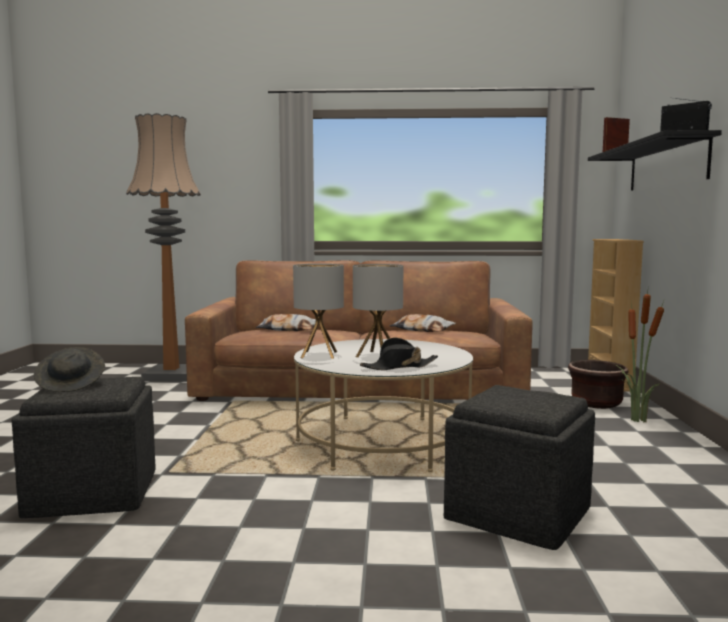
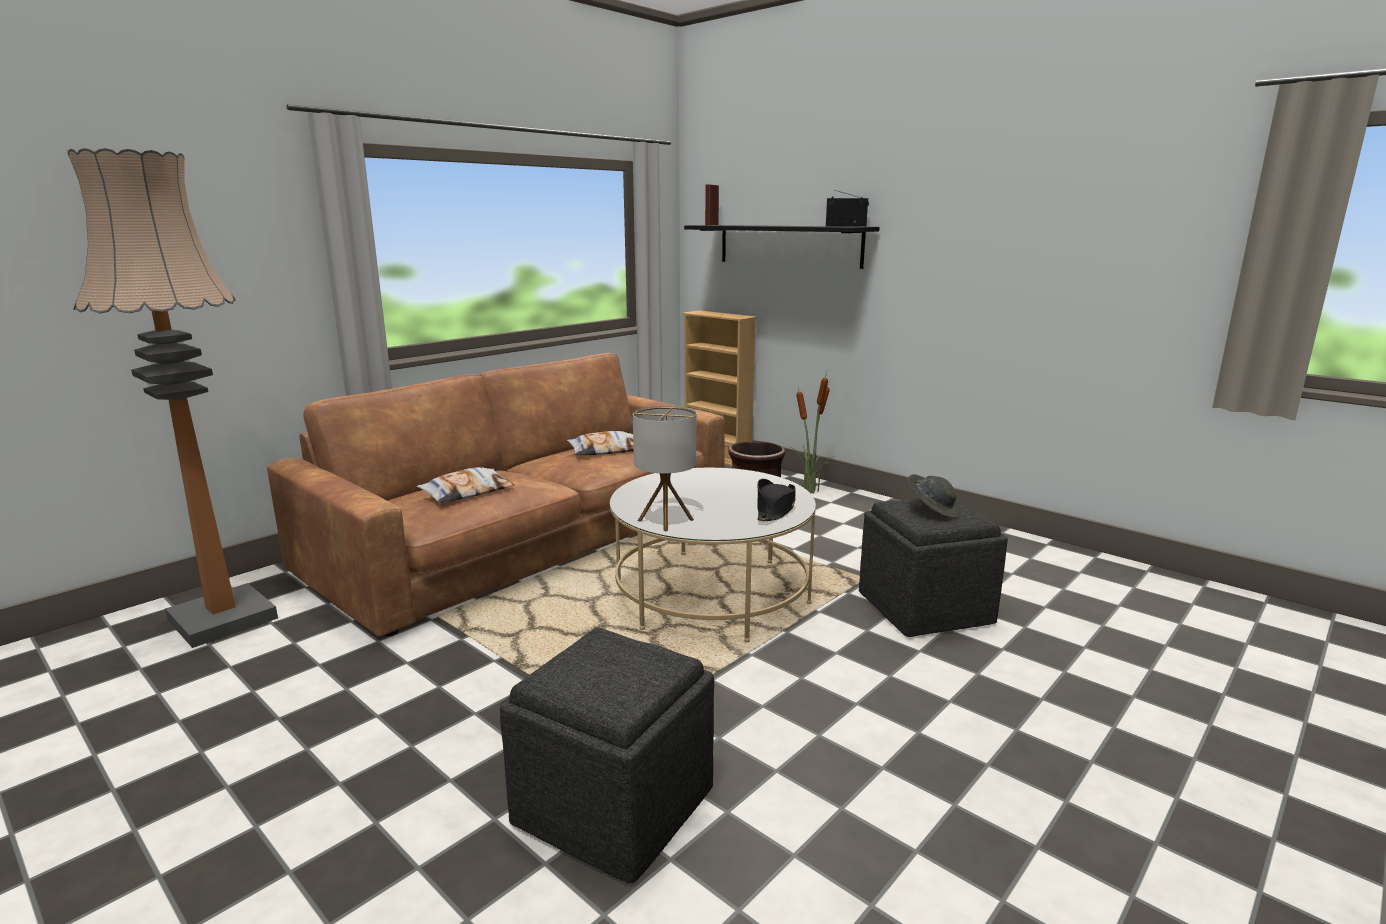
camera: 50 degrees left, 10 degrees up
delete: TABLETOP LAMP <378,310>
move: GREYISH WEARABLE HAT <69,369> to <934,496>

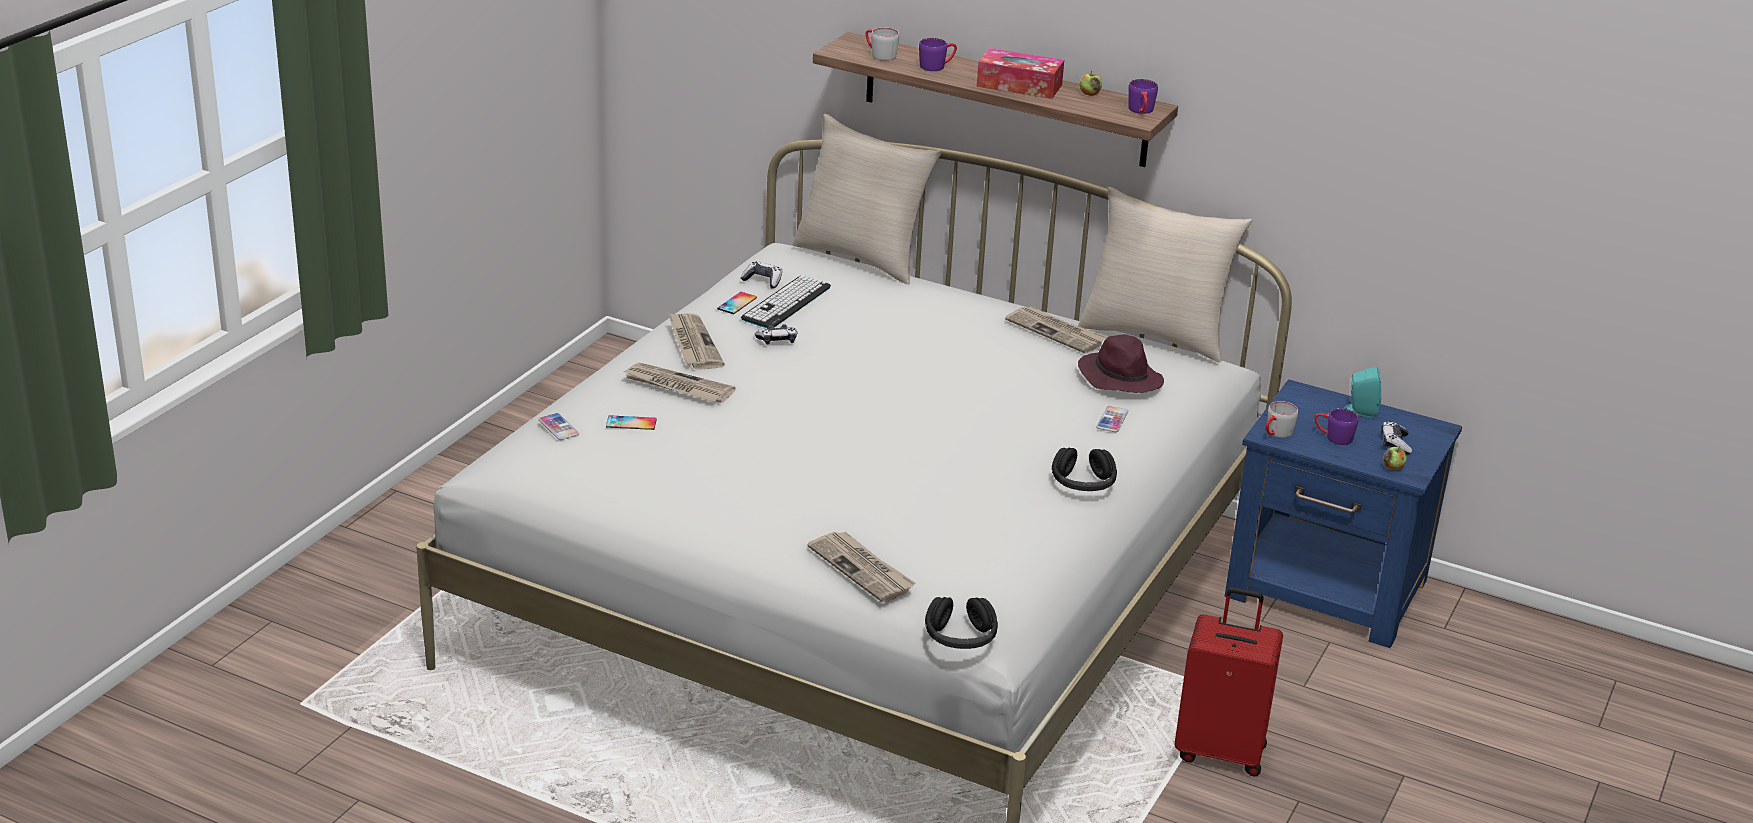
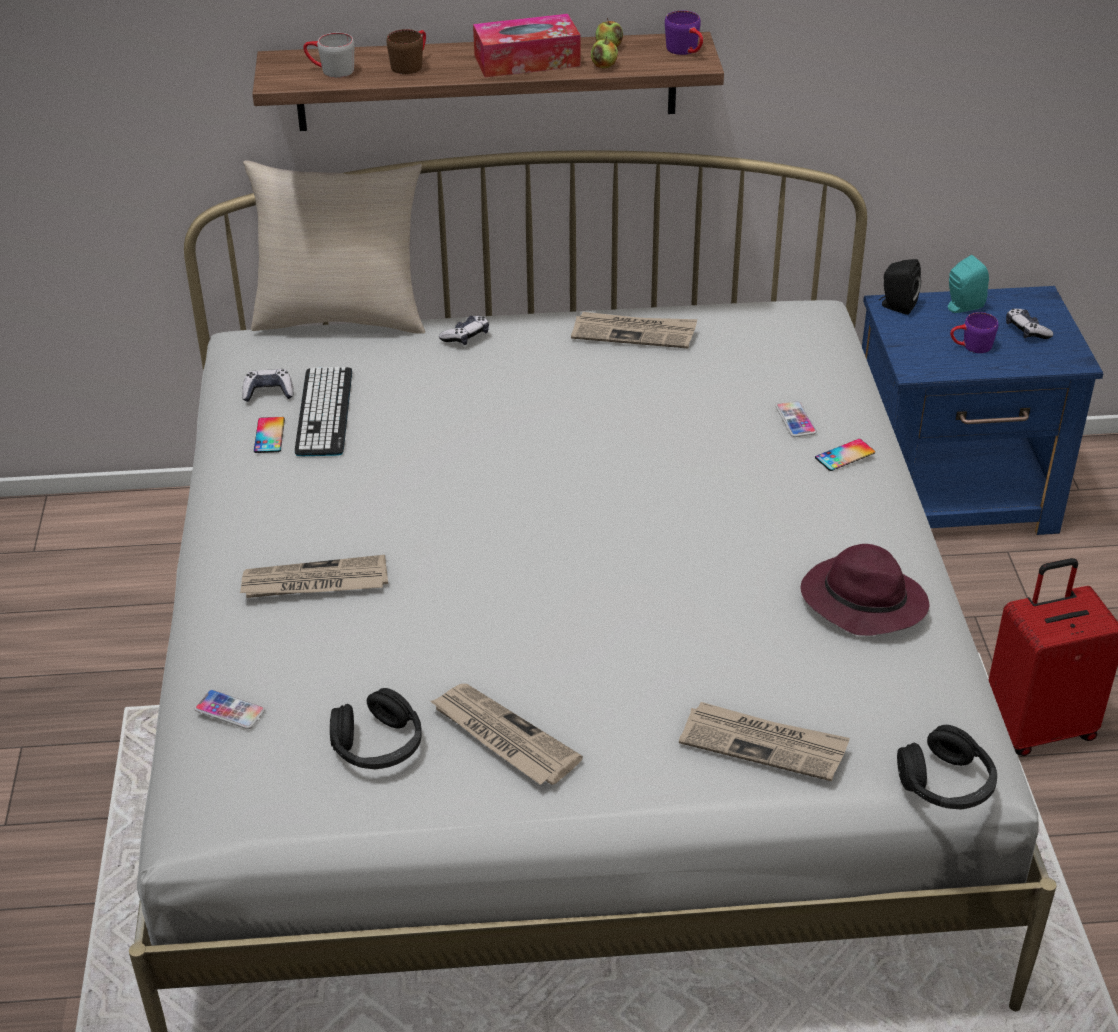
camera: 30 degrees left, 10 degrees up
delete: BEIGE PILLOW <1165,275>; GREYISH MUG <1282,419>
insert: BLACK SPEAKER <900,287>
move: TELEPHONE <631,422> to <845,455>; NEWSPAPER <696,341> to <506,734>; GAME CONTROLLER <776,334> to <464,330>; BLACK HEADPHONES <1084,469> to <376,728>; PURPLE-COLOURED WEARABLE HAT <1121,363> to <864,590>; APPLE <1395,458> to <604,53>
recolor: PURPLE-COLOURED MUG <938,54> to BROWN MUG <406,51>

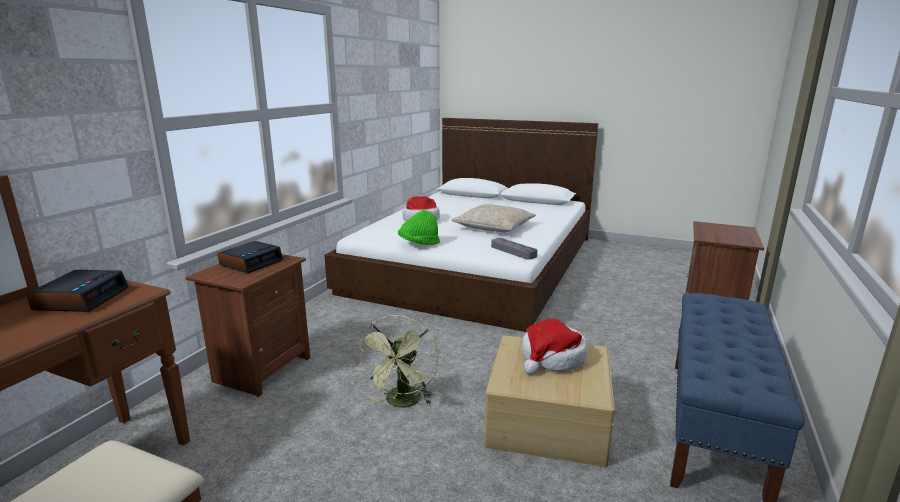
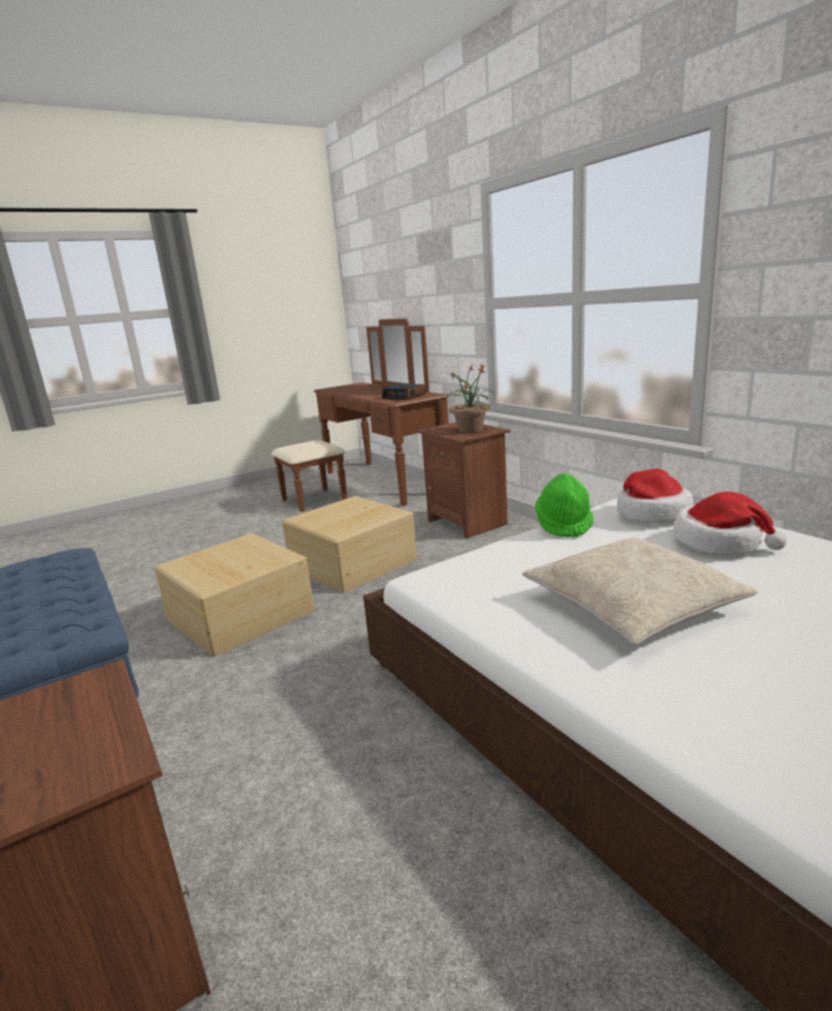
camera: 125 degrees right, 0 degrees up
delete: GREYISH TRAY <514,249>
move: WEARABLE HAT <555,347> to <655,496>
replace: TABLE CLOCK <250,257> to HOUSEPLANT <470,398>; GREENISH COOLING FAN <397,361> to BEIGE STORAGE BIN <349,544>

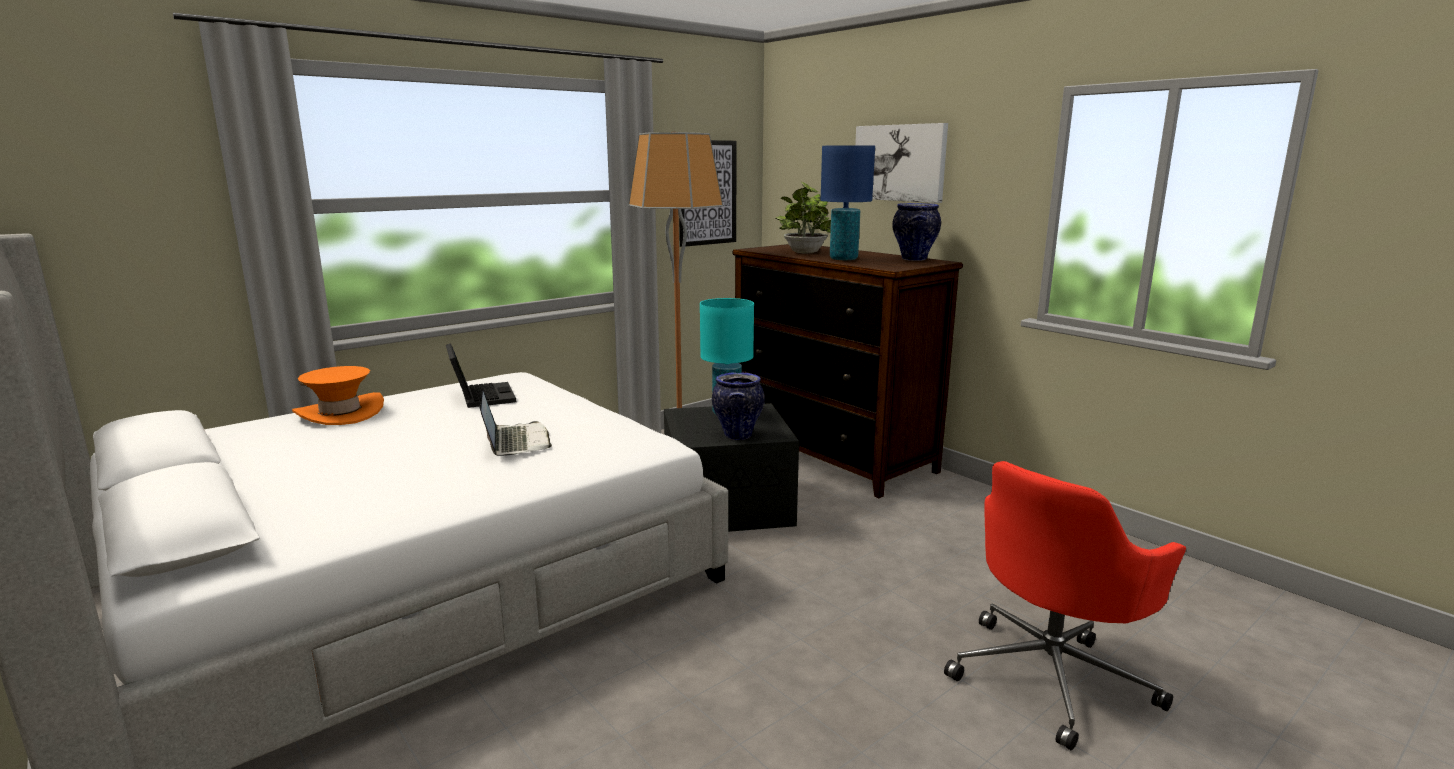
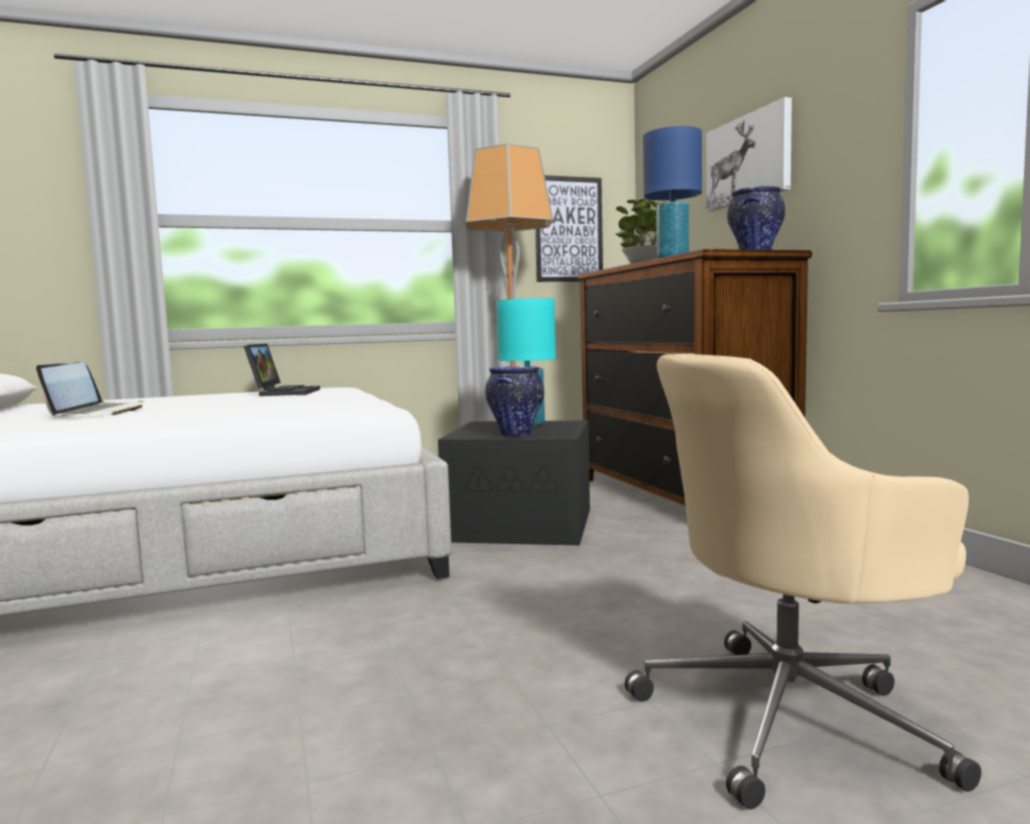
camera: 20 degrees right, 10 degrees down
delete: ORANGEY WEARABLE HAT <338,395>
move: LAPTOP <515,424> to <90,389>
recolor: REDDISH COMPUTER CHAIR <1065,605> to BEIGE COMPUTER CHAIR <803,581>

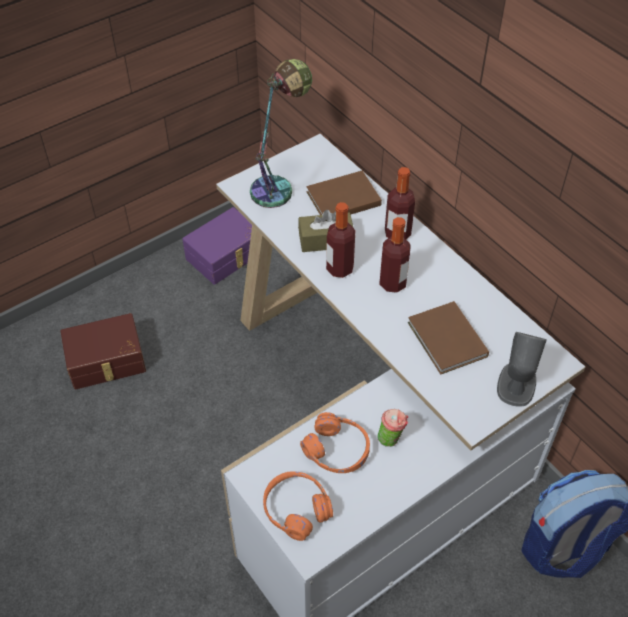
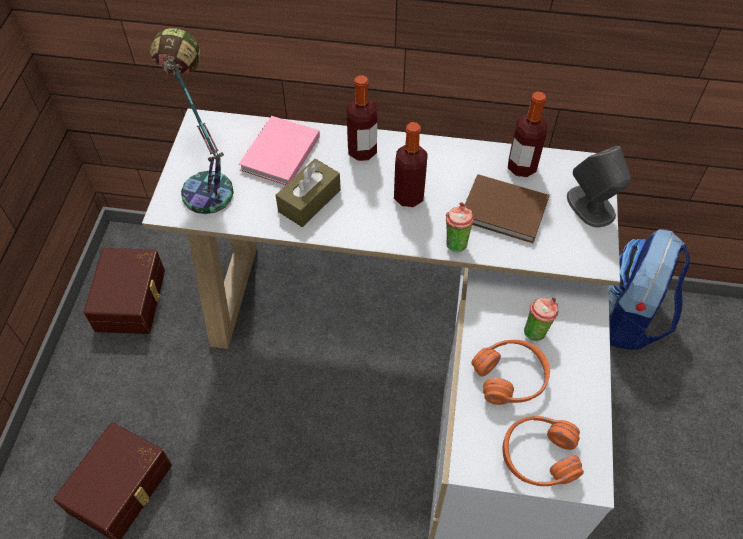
camera: 45 degrees left, 5 degrees up
insert: CUP <460,227>
move: DRINK BOTTLE <340,240> to <527,134>
recolor: PURPLE-COLOURED STORAGE BIN <217,246> to BROWN STORAGE BIN <124,291>; BROWN BOUND BOOK <344,193> to PINK-COLOURED BOUND BOOK <279,150>

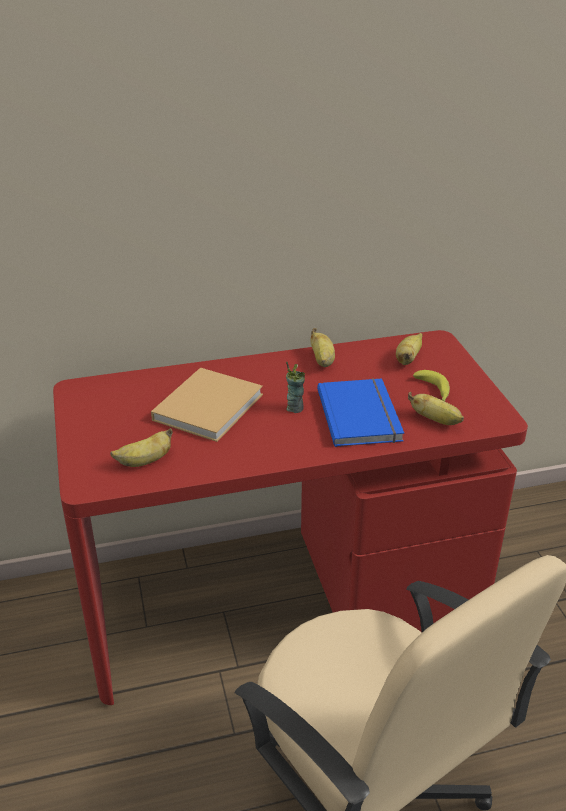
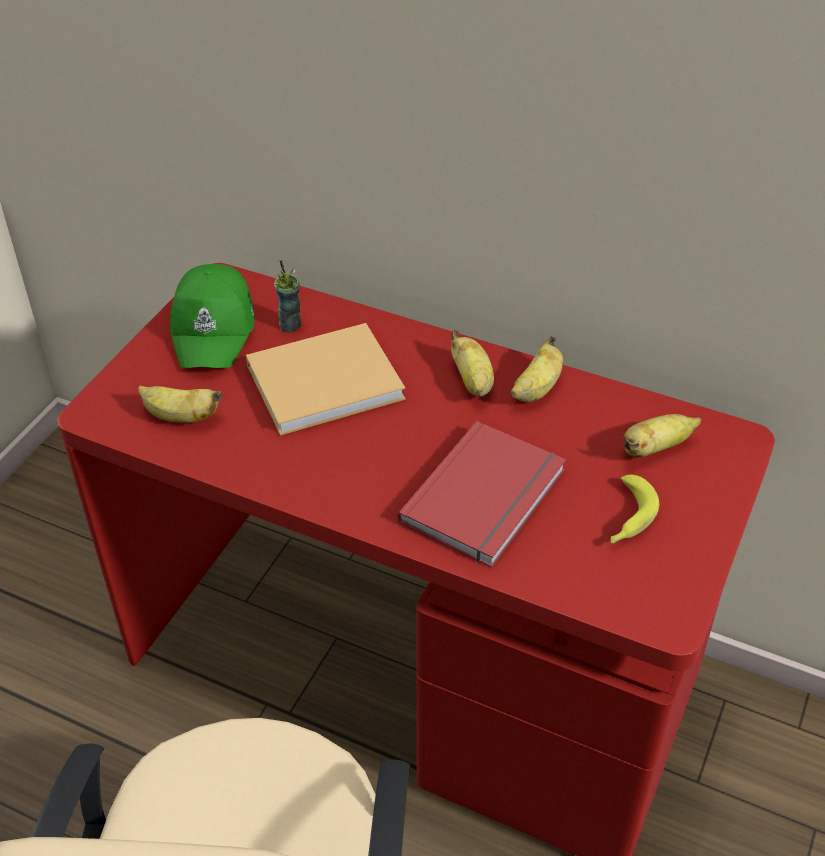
camera: 40 degrees right, 10 degrees up
insert: GREENISH PEAKED CAP <212,316>
move: CUP <295,387> to <288,296>; BANANA <436,408> to <472,363>
recolor: BLUE BOUND BOOK <360,412> to REDDISH BOUND BOOK <482,494>

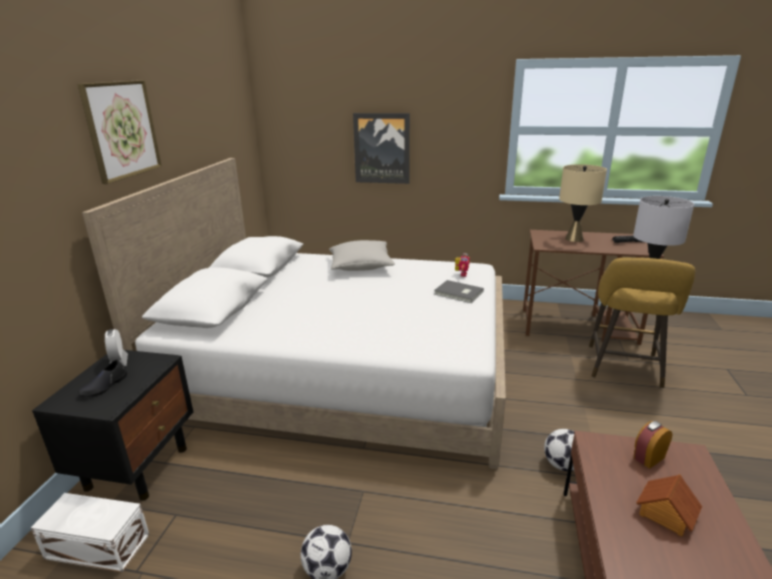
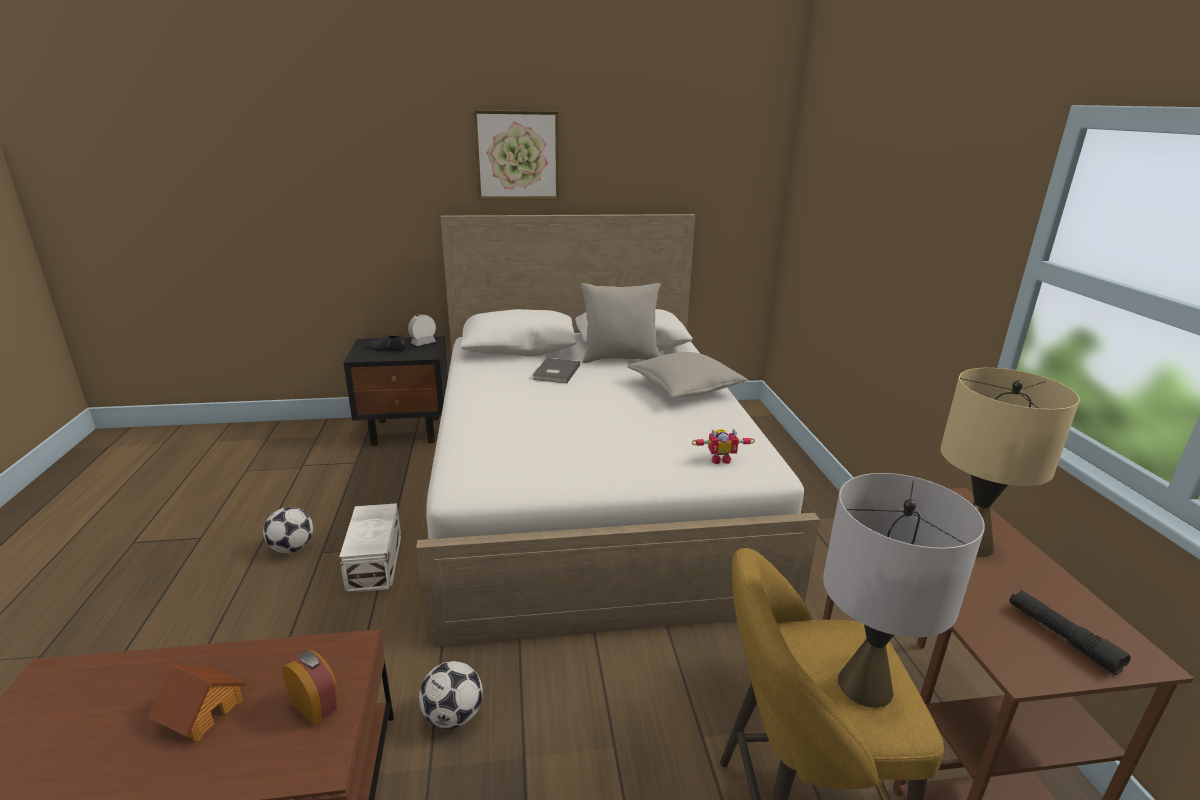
camera: 70 degrees right, 0 degrees up
delete: PICTURE <381,148>
insert: GREYISH PILLOW <621,323>
move: WHITE STORAGE BIN <90,533> to <370,548>; GREYISH BOUND BOOK <459,291> to <556,370>

